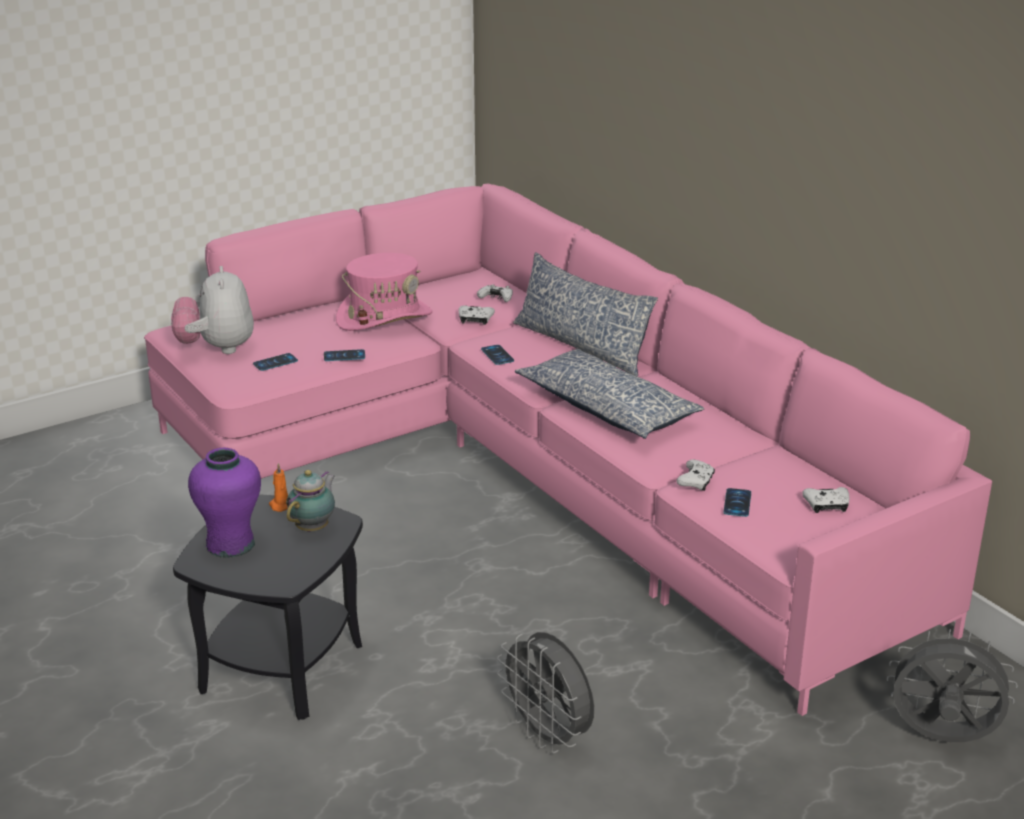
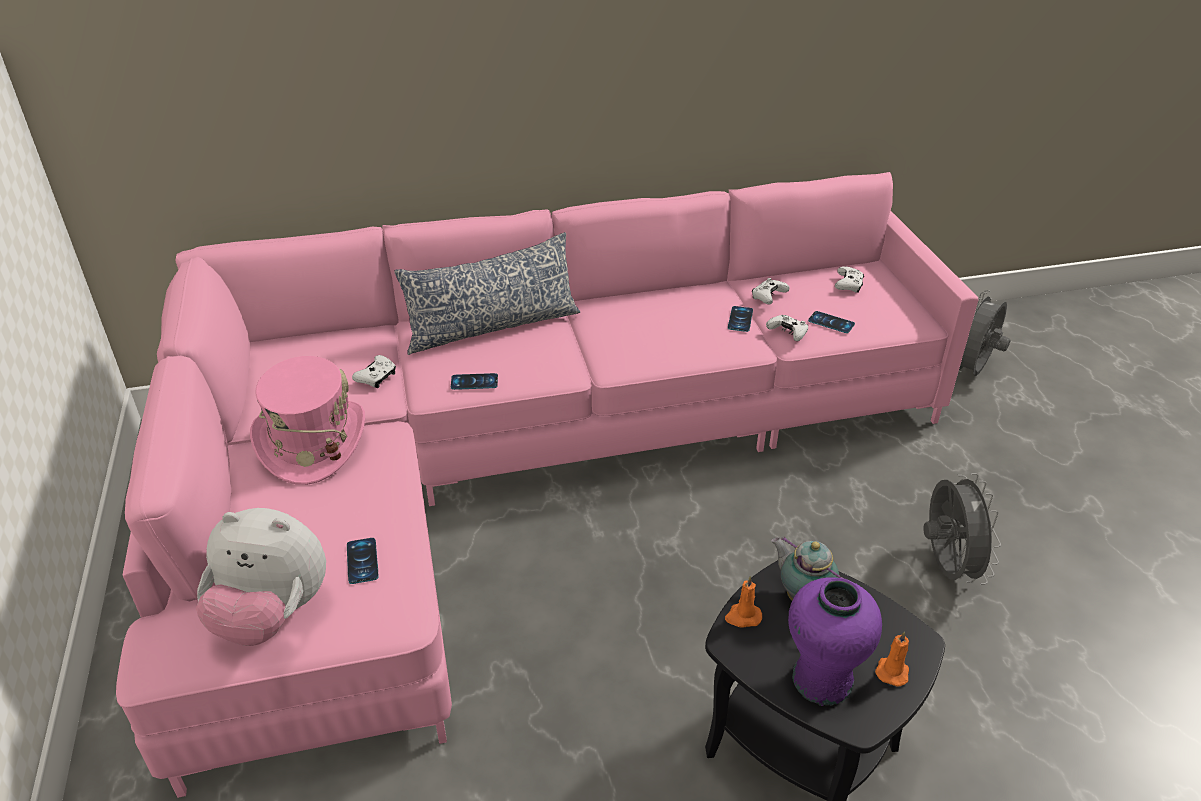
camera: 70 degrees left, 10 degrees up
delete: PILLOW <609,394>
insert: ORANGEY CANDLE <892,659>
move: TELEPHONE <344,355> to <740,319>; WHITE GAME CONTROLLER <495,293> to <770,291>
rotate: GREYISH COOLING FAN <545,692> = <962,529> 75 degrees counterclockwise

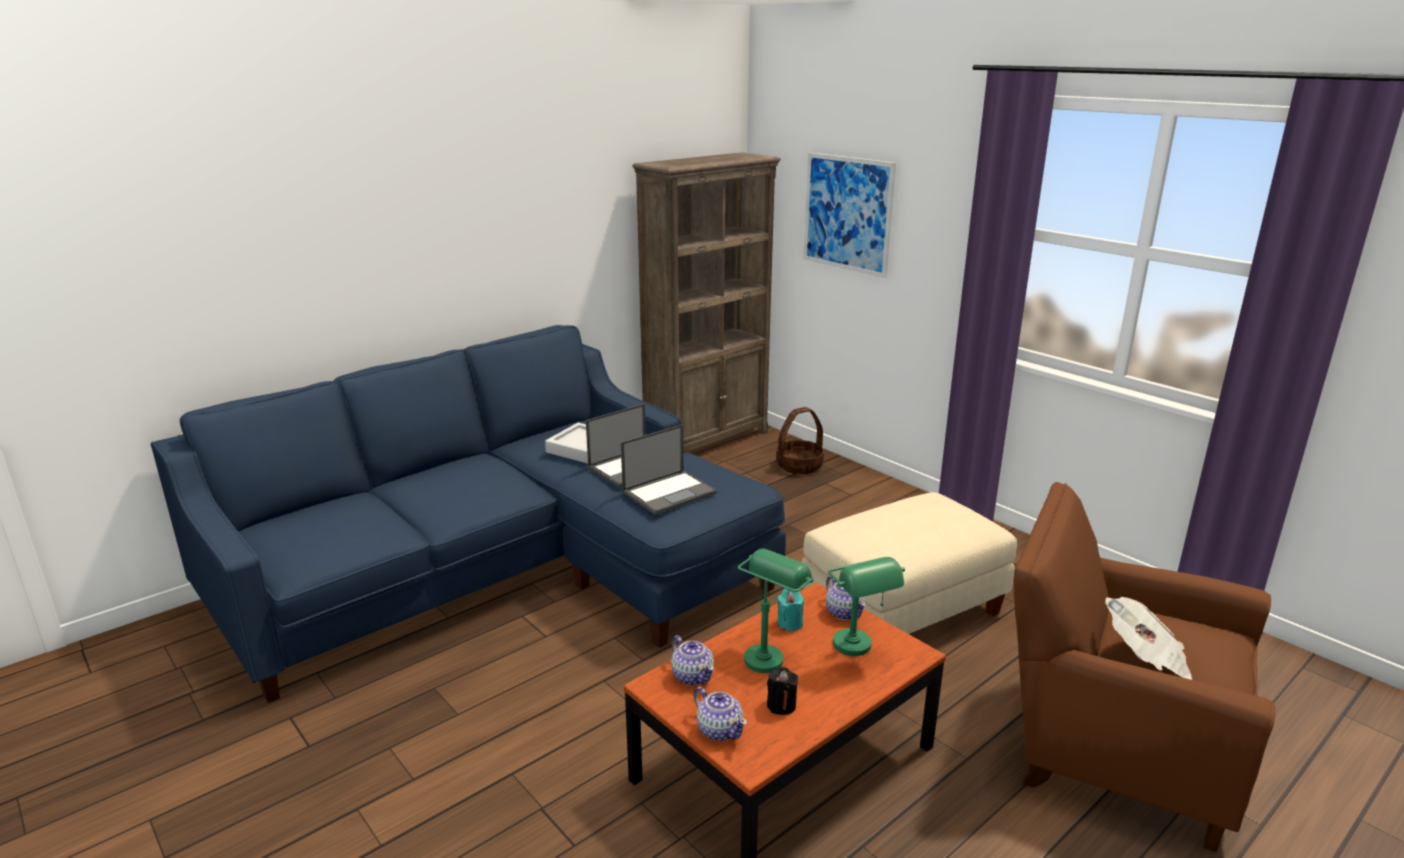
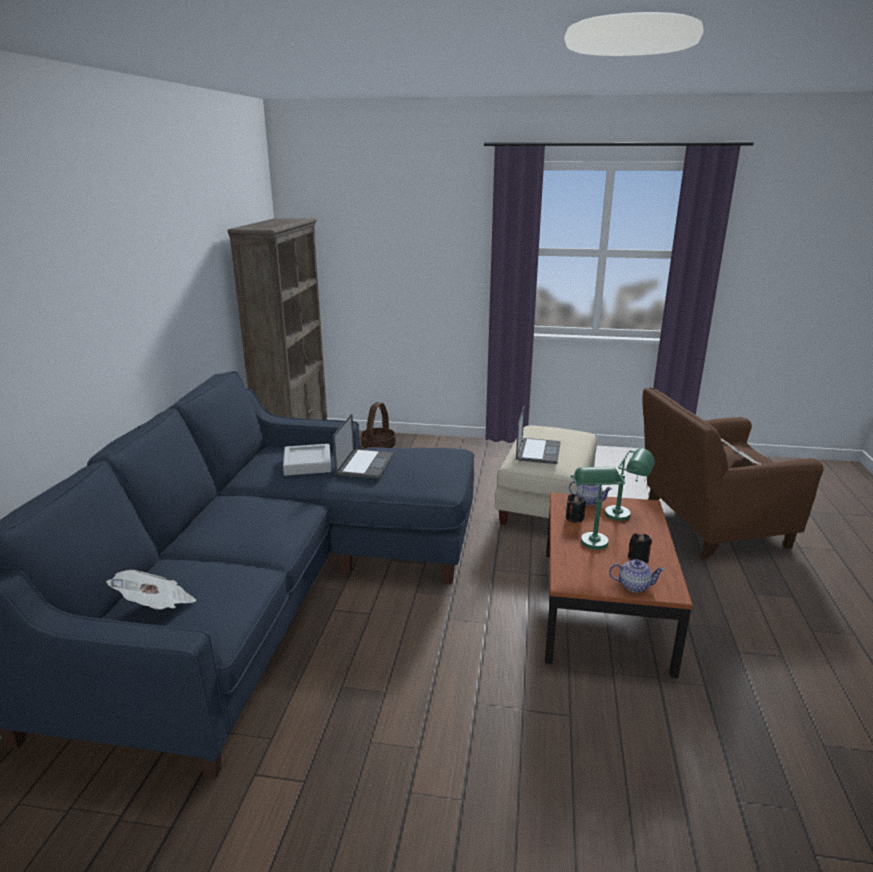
camera: 40 degrees left, 0 degrees up
delete: TEA POT <692,660>; PICTURE <849,215>
insert: NEWSPAPER <151,590>
move: LAPTOP <669,469> to <538,435>
recolor: TURQUOISE-COLOURED CANDLE <790,610> to BLACK CANDLE <576,508>

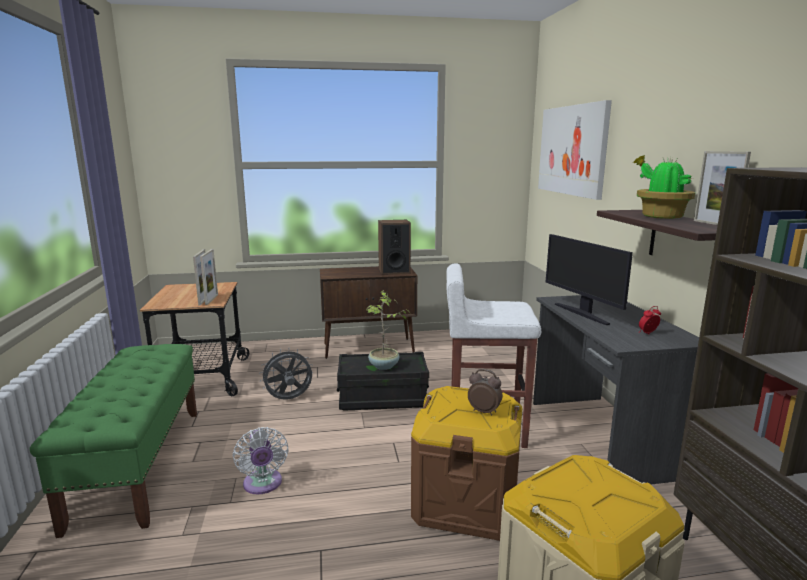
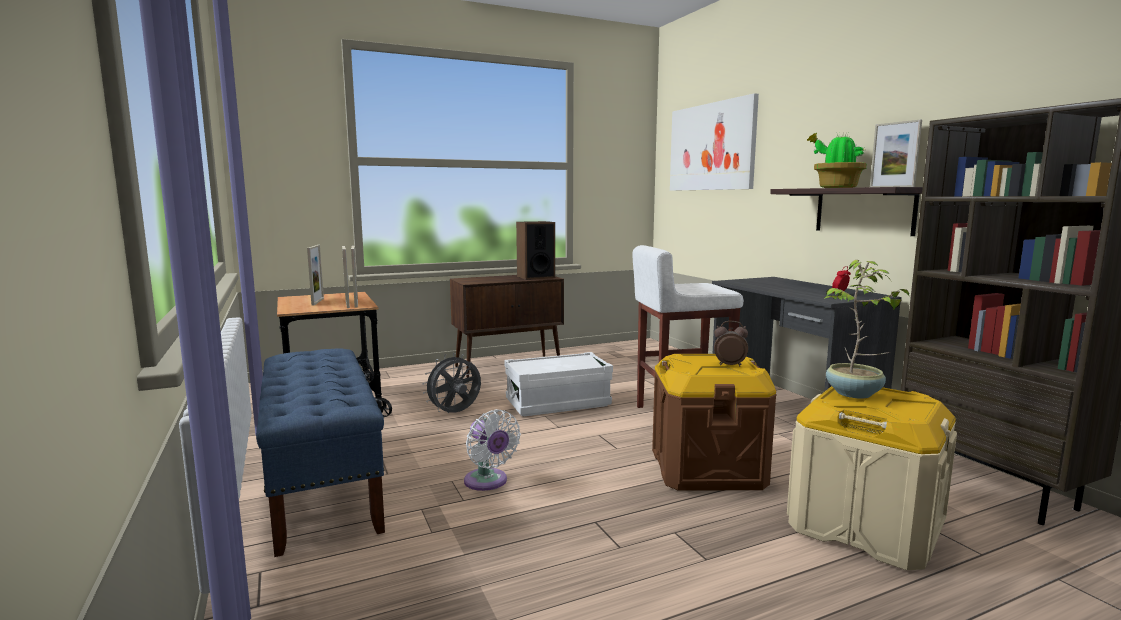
camera: 15 degrees left, 5 degrees down
delete: COMPUTER DISPLAY <589,279>
insert: STANDING FRAME <315,275>
move: HOUSEPLANT <387,330> to <866,329>
recolor: GREENISH BENCH <113,441> to BLUE BENCH <320,452>; BLACK STORAGE BIN <383,381> to WHITE STORAGE BIN <559,384>

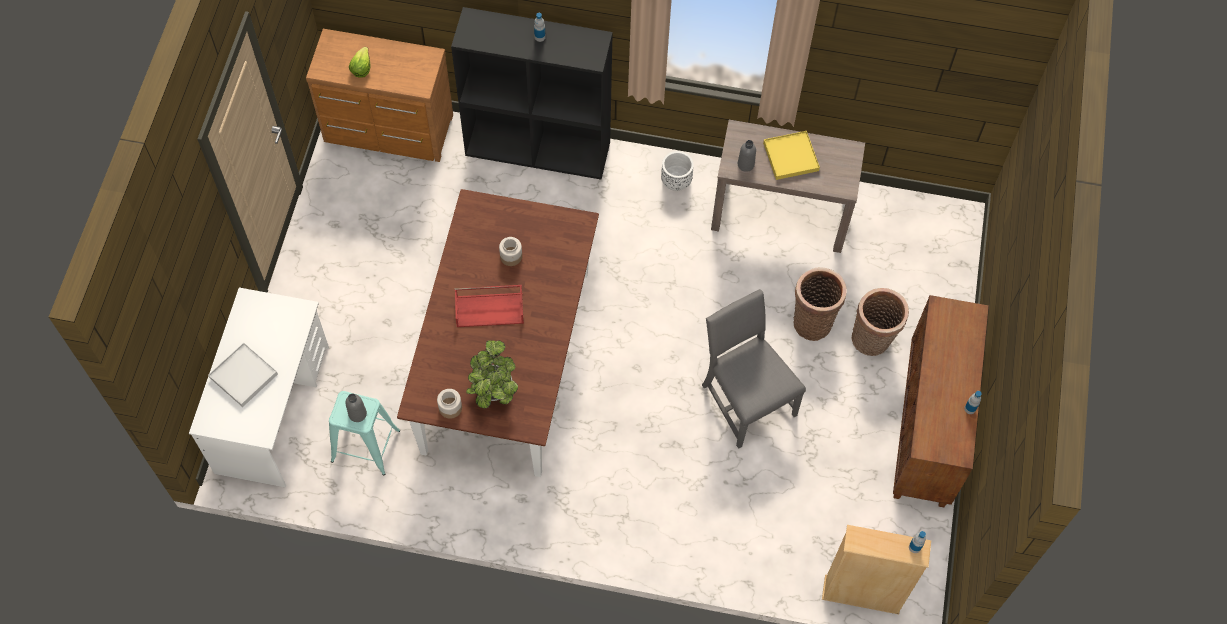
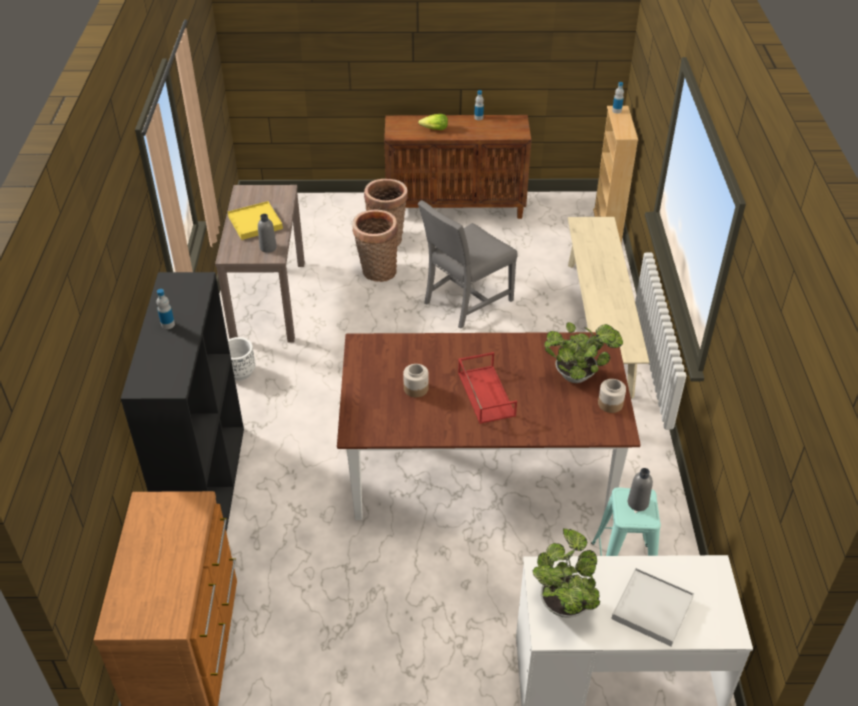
camera: 100 degrees left, 20 degrees down
insert: HOUSEPLANT <566,573>; BEIGE BENCH <608,308>
move: LETTUCE <359,62> to <433,122>

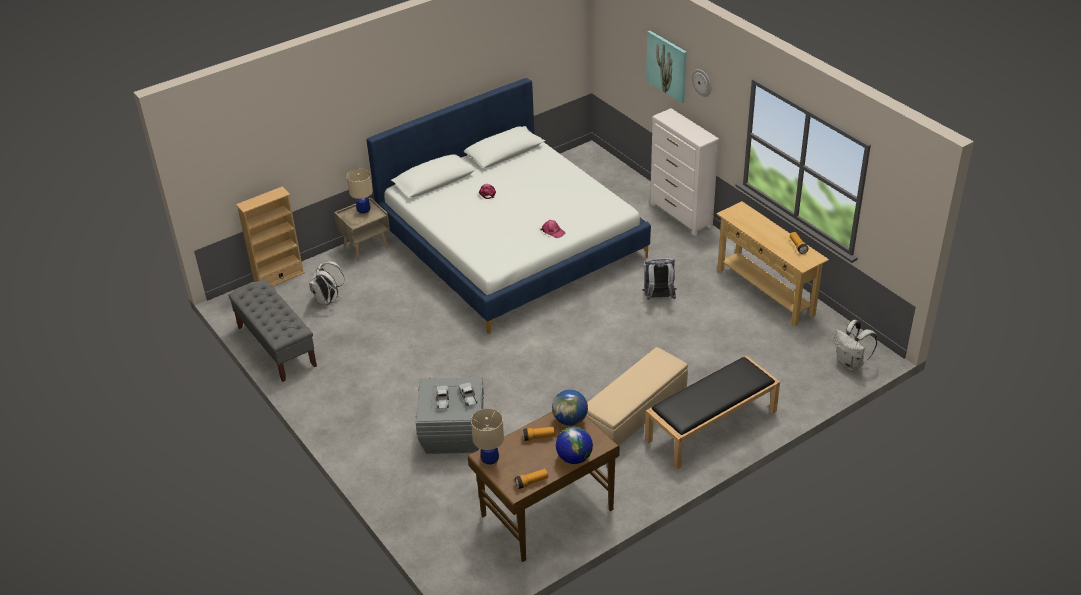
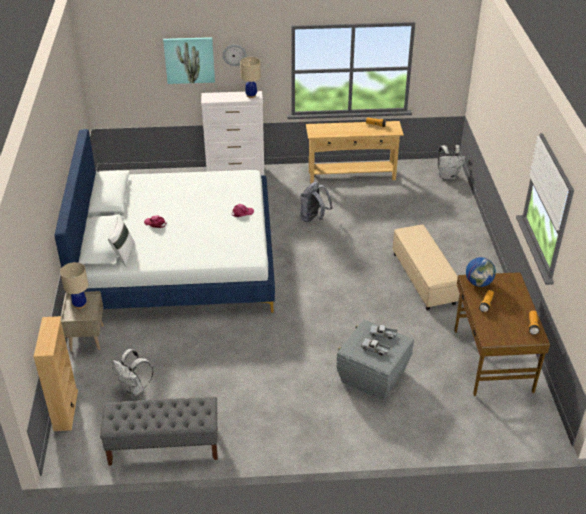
camera: 60 degrees left, 0 degrees up
delete: GLOBE <574,445>; BLACK BENCH <712,412>
insert: WHITE PILLOW <121,241>
move: BEIGE TABLETOP LAMP <487,437> to <250,77>

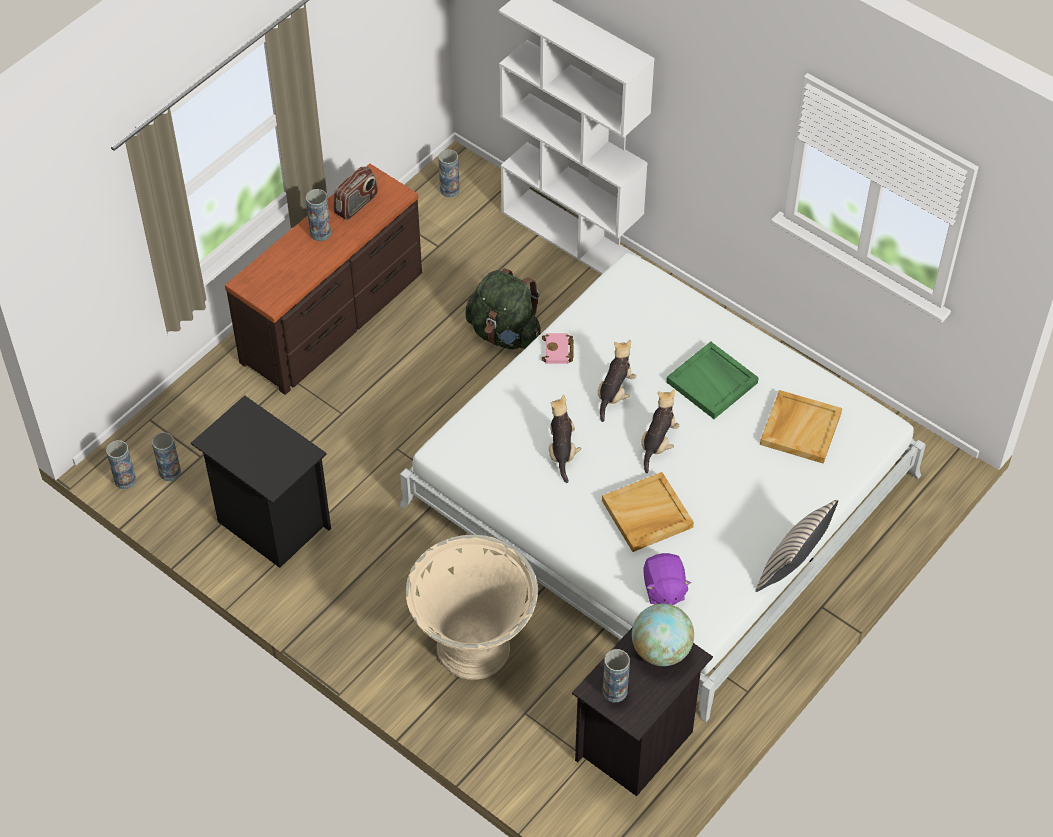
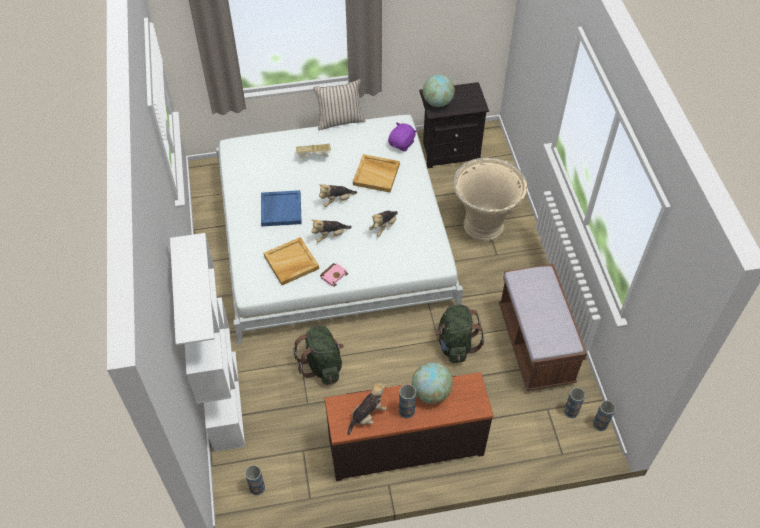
camera: 140 degrees left, 0 degrees up
delete: FLOWER VASE <616,675>
insert: BOUND BOOK <313,152>; GLOBE <432,383>; GREENISH RUCKSACK <460,333>
move: BEIGE TRAY <801,427> to <291,261>
replace: BLACK NIGHT TABLE <261,481> to BROWN BENCH <543,327>; RADIO RECEIVER <356,193> to CUDDLY TOY <367,408>
recolor: GREENISH TRAY <712,380> to BLUE TRAY <281,208>

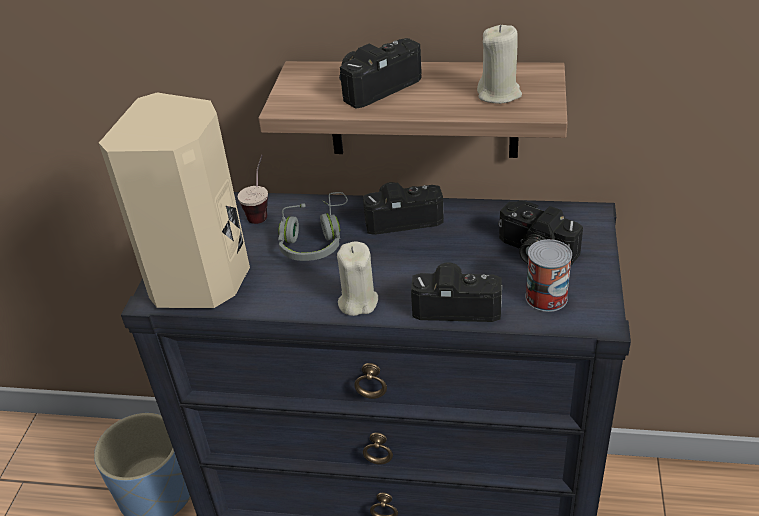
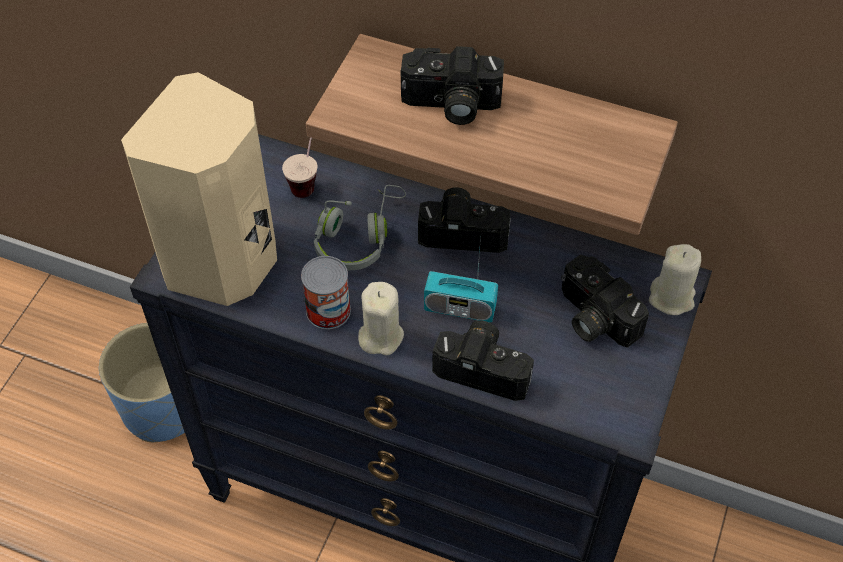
camera: 10 degrees right, 15 degrees up
insert: RADIO RECEIVER <461,279>
move: BEIGE CANDLE <499,64> to <675,279>; SEALED CAN <548,275> to <326,292>
rotate: STILL CAMERA <380,73> = <452,85> 150 degrees counterclockwise

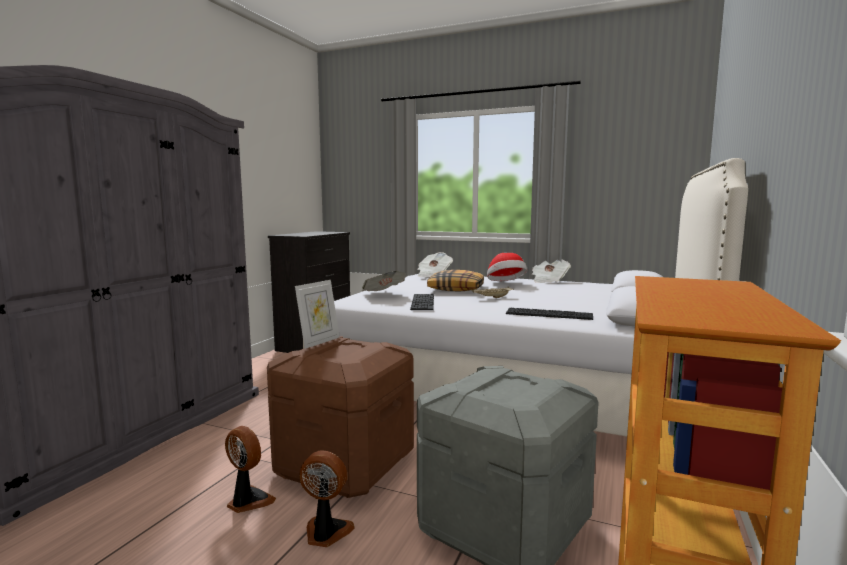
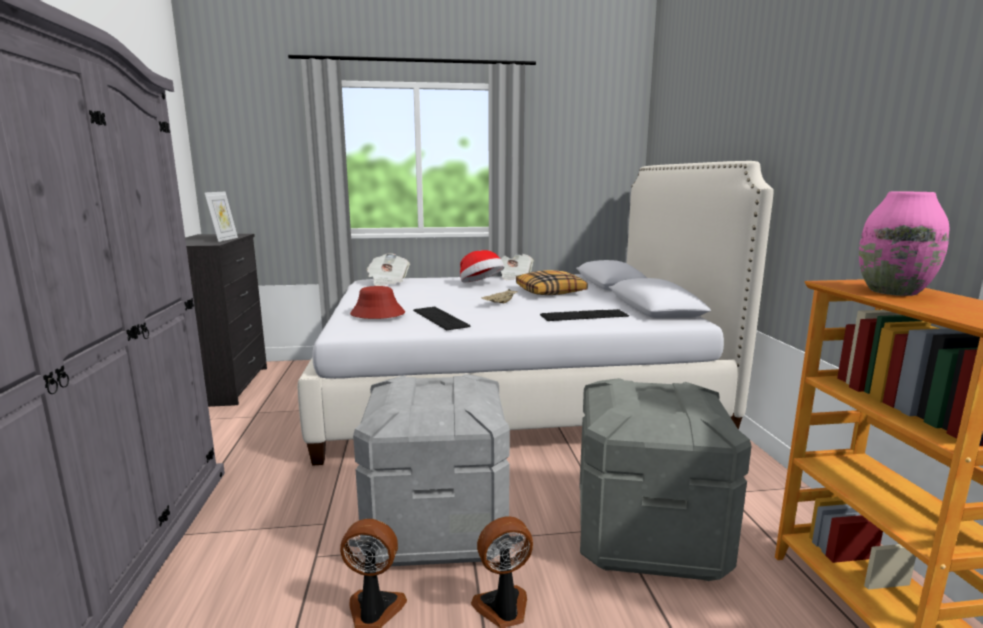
camera: 30 degrees left, 5 degrees up
insert: PINK-COLOURED FLOWER VASE <904,244>
move: STANDING FRAME <317,314> to <221,217>; PILLOW <455,280> to <552,282>
replace: NEWSPAPER <384,281> to REDDISH WEARABLE HAT <377,302>
recolor: BROWN STORAGE BIN <340,417> to GREYISH STORAGE BIN <431,470>

